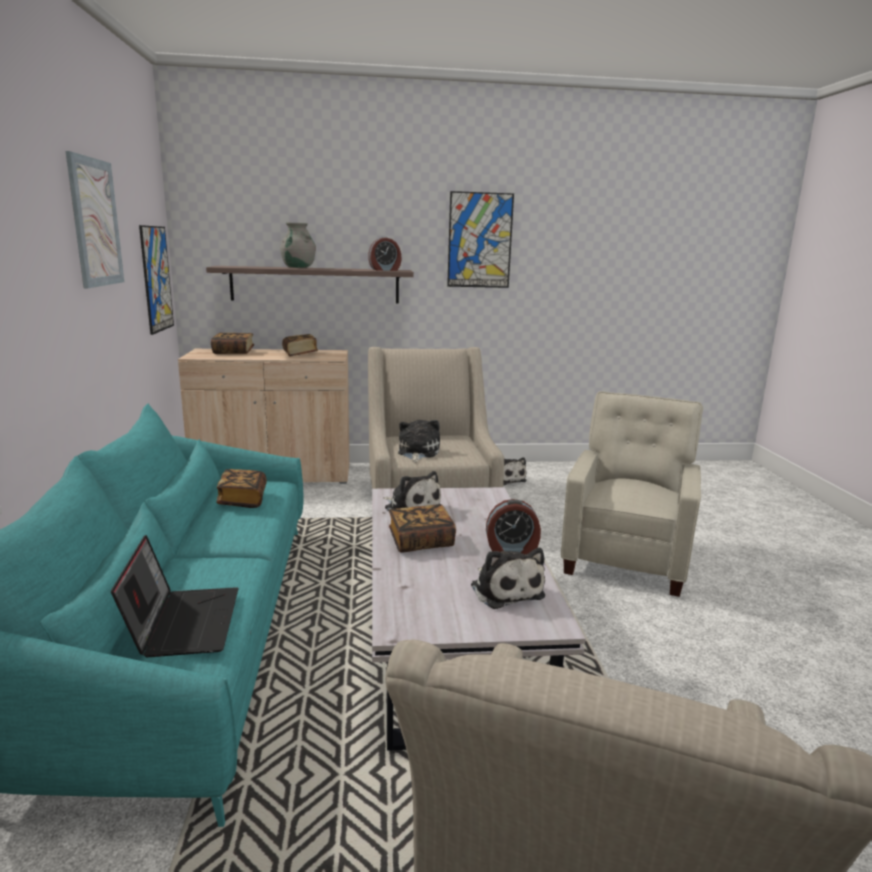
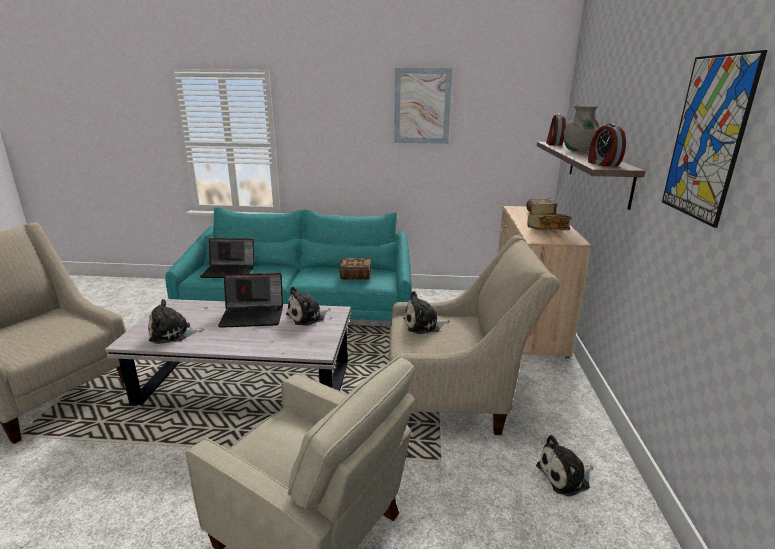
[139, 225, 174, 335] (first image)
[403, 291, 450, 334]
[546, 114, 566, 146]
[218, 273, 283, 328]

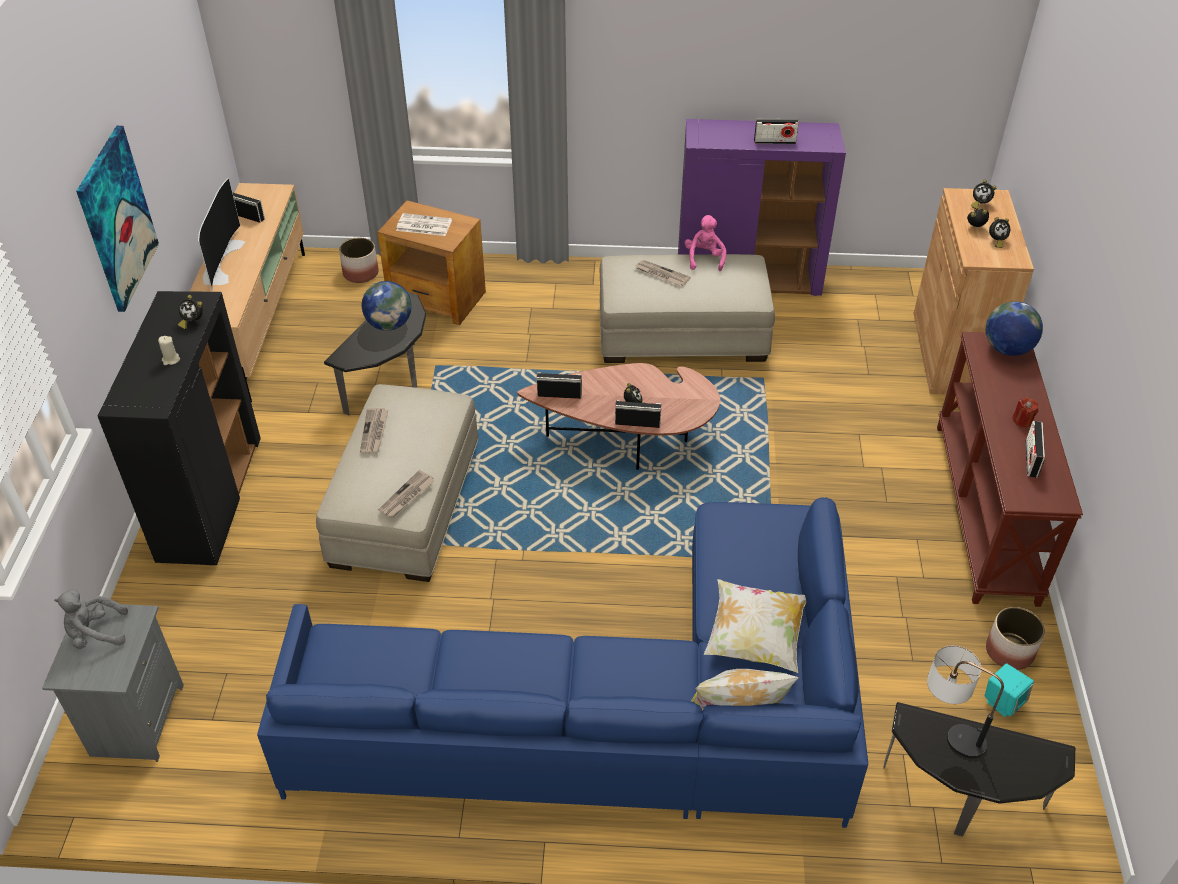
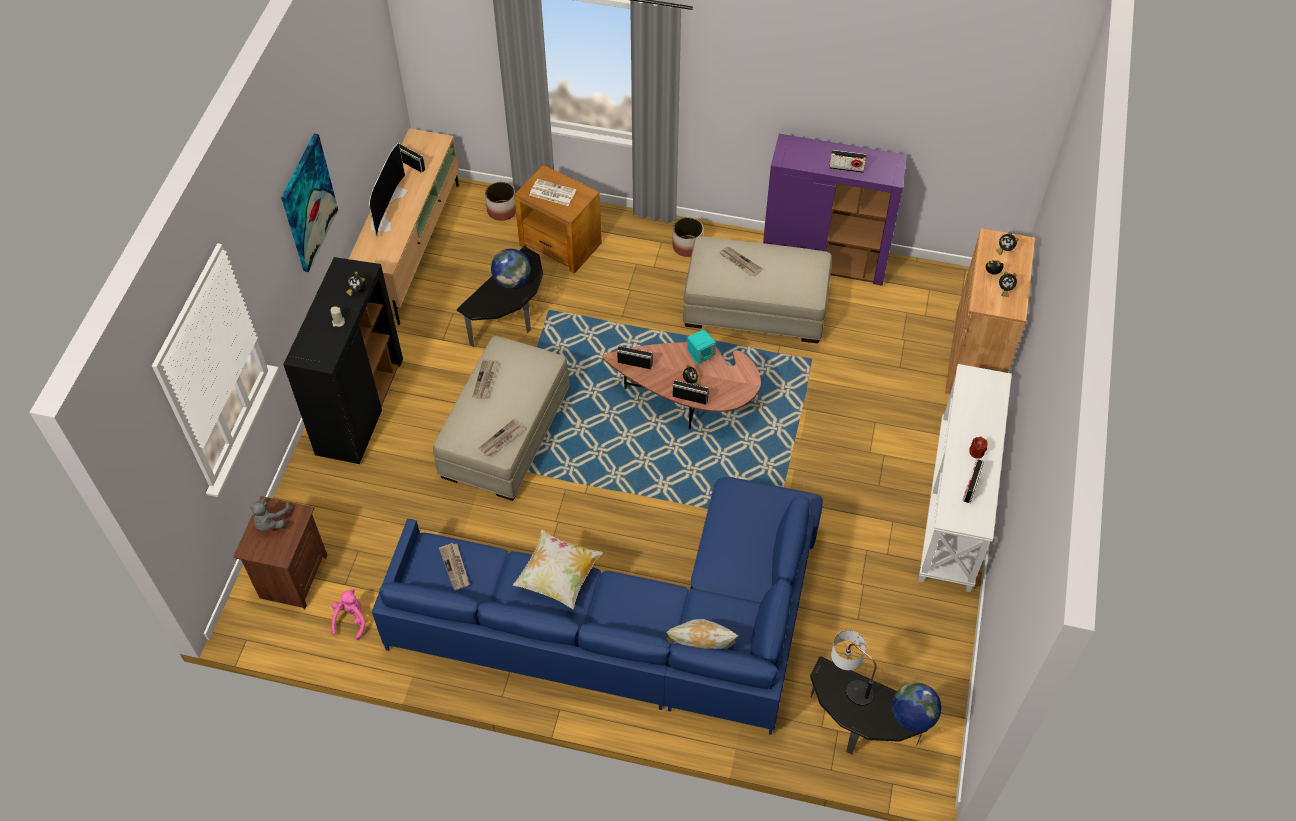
[331, 589, 366, 640]
[892, 682, 942, 732]
[918, 364, 1012, 592]
[512, 530, 603, 609]
[251, 498, 291, 531]
[233, 496, 327, 610]
[672, 217, 703, 257]
[687, 329, 716, 364]
[439, 543, 470, 590]

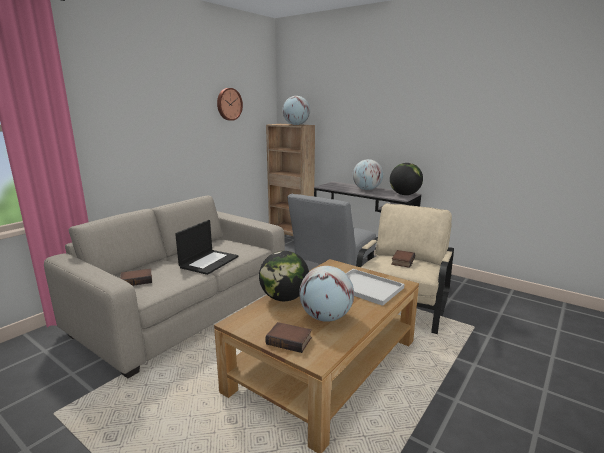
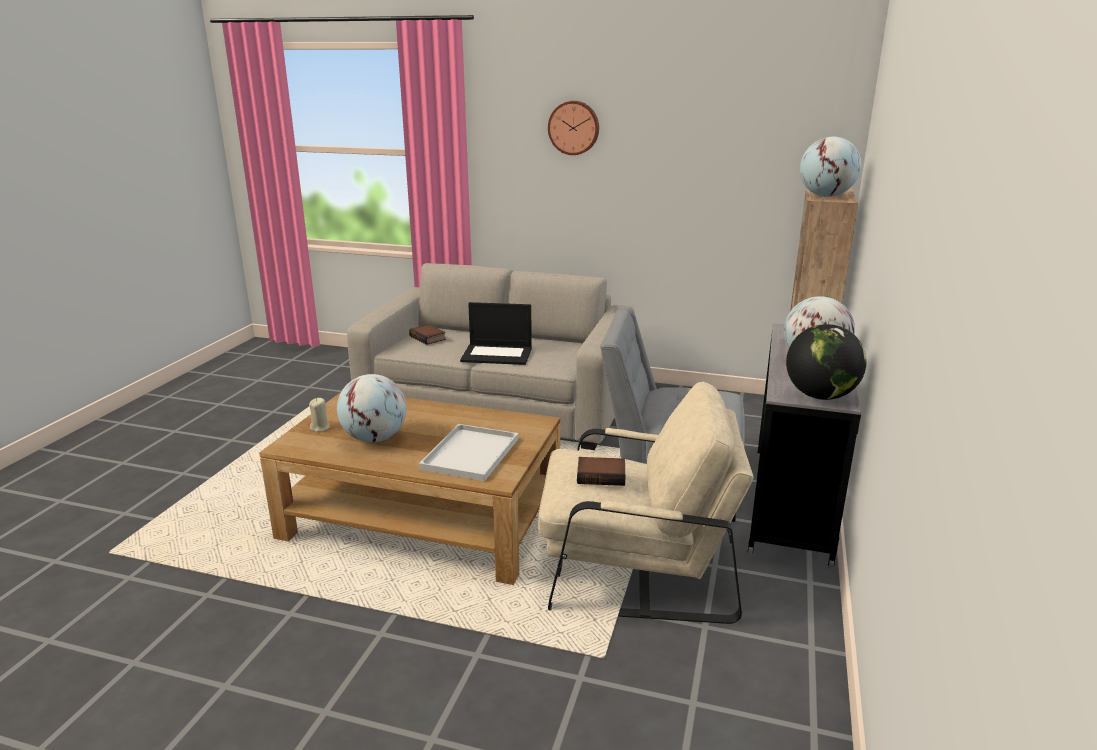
[548, 101, 599, 155]
[259, 251, 309, 301] (first image)
[309, 398, 330, 432]

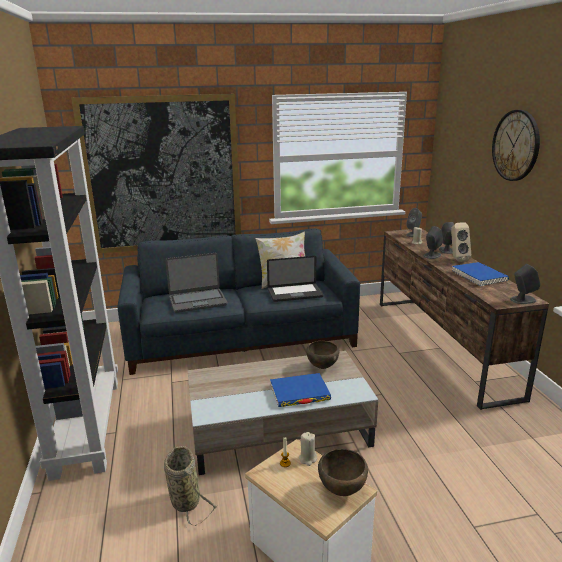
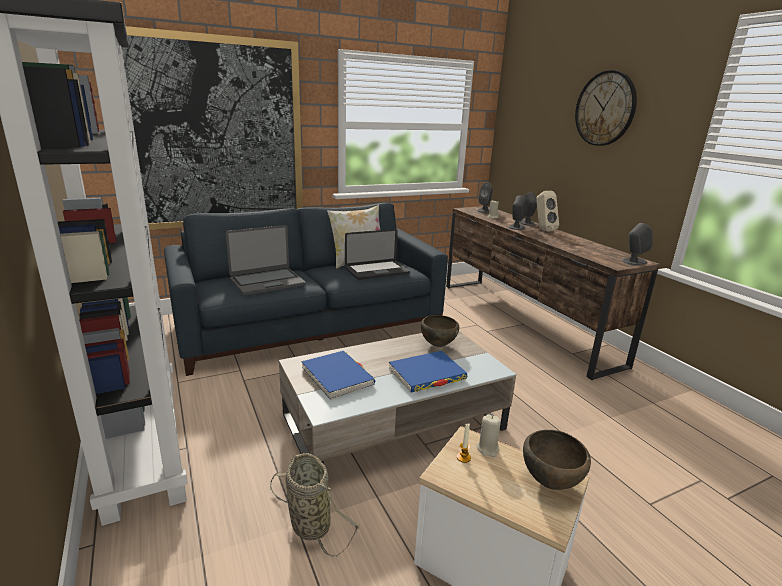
[301, 351, 375, 400]

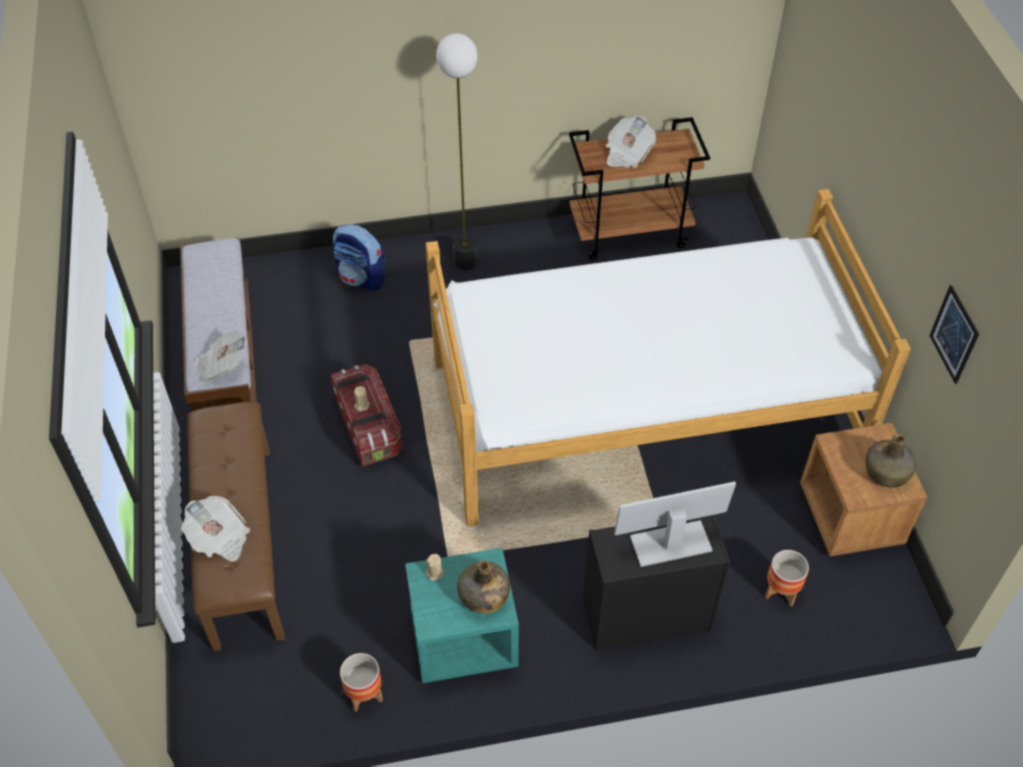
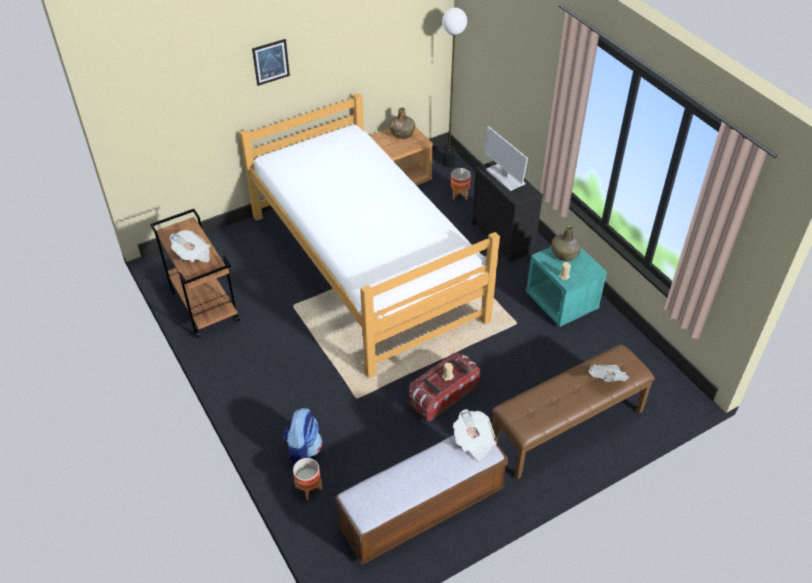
[441, 7, 467, 167]
[252, 39, 290, 86]
[293, 458, 322, 500]

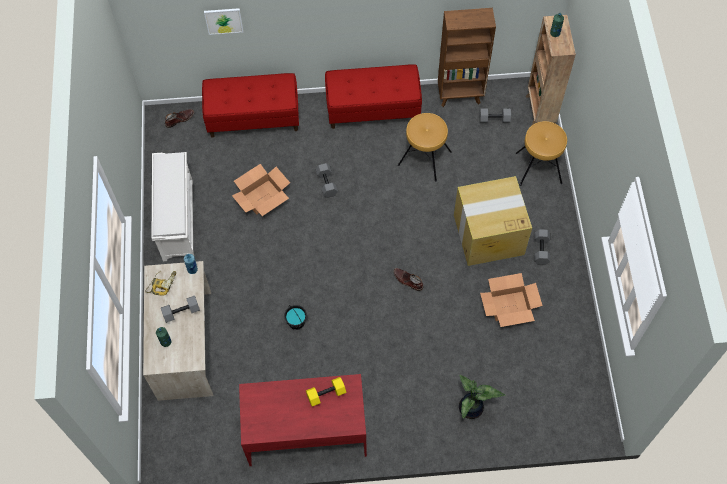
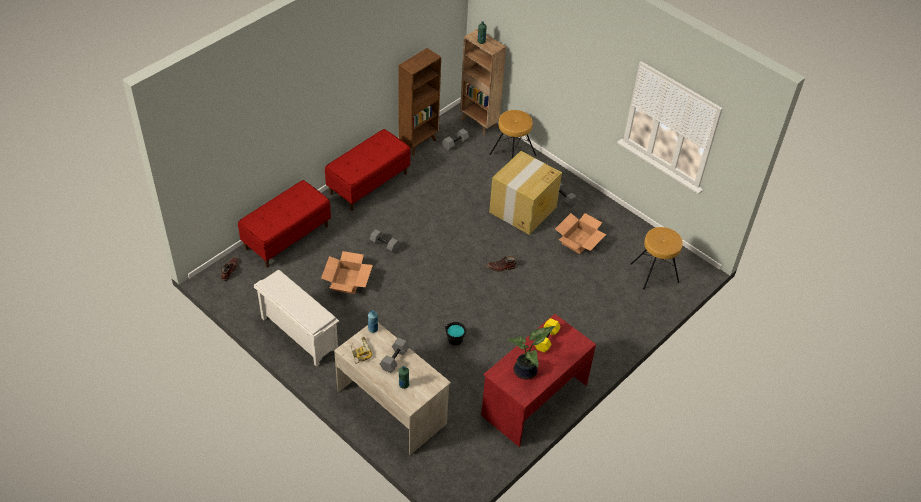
[204, 8, 243, 35] (first image)
[631, 227, 683, 290]
[507, 326, 555, 380]

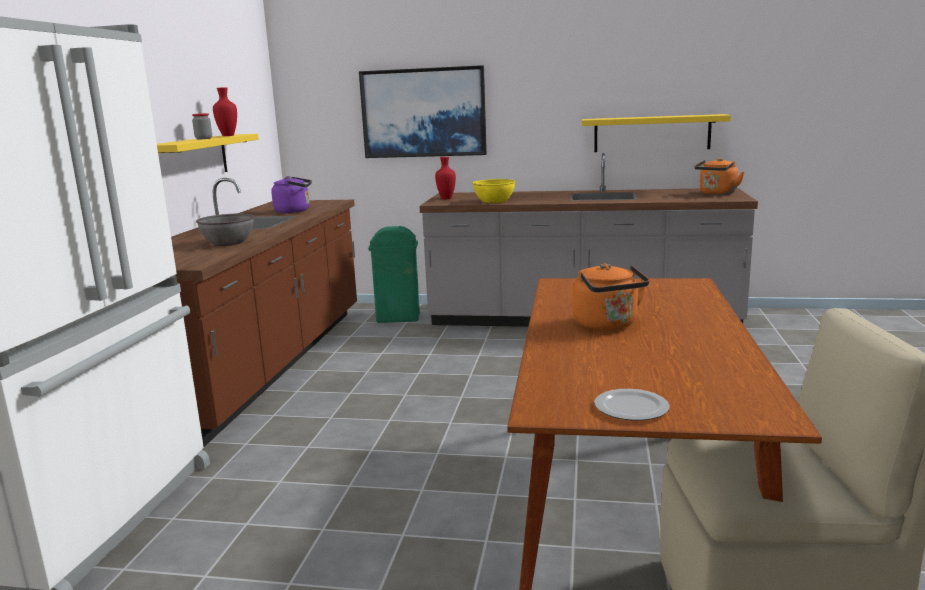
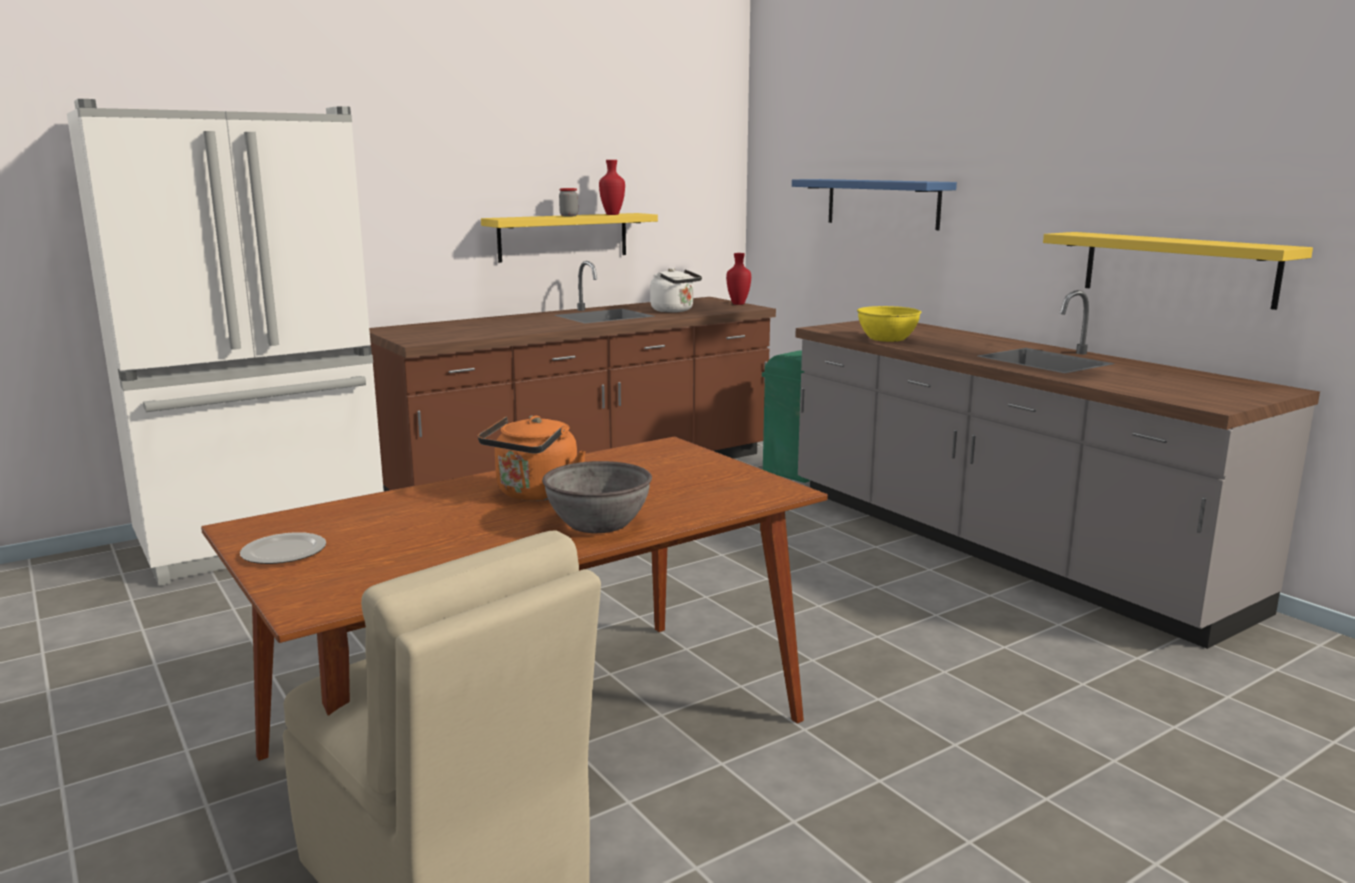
[792, 179, 957, 230]
[726, 253, 751, 305]
[694, 158, 745, 195] (first image)
[650, 268, 702, 313]
[542, 461, 652, 533]

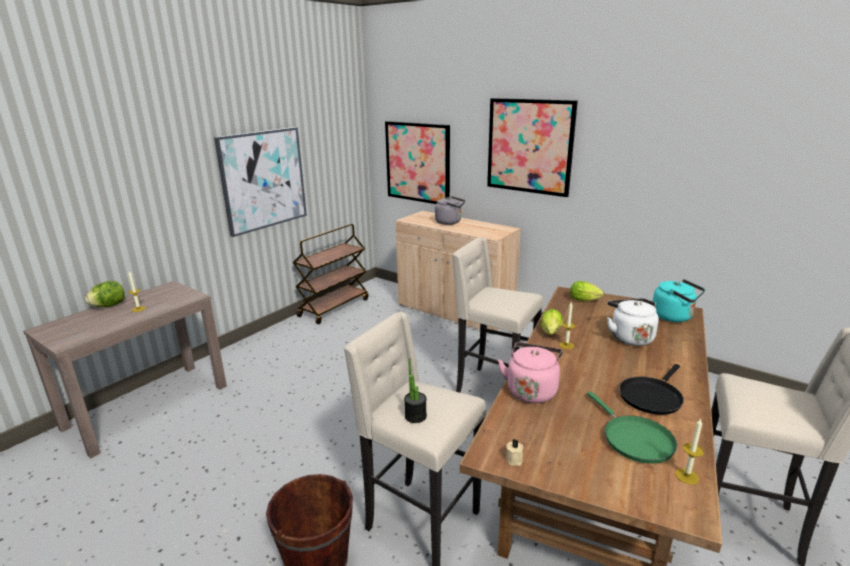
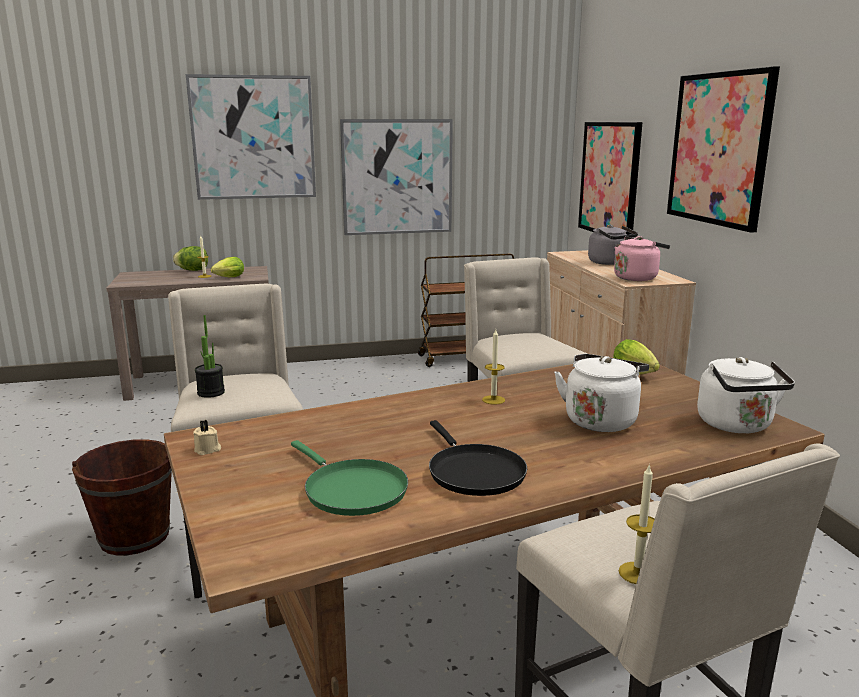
[697, 357, 795, 433]
[211, 257, 244, 277]
[614, 236, 670, 281]
[429, 420, 527, 496]
[291, 440, 408, 516]
[619, 464, 655, 584]
[186, 74, 316, 200]

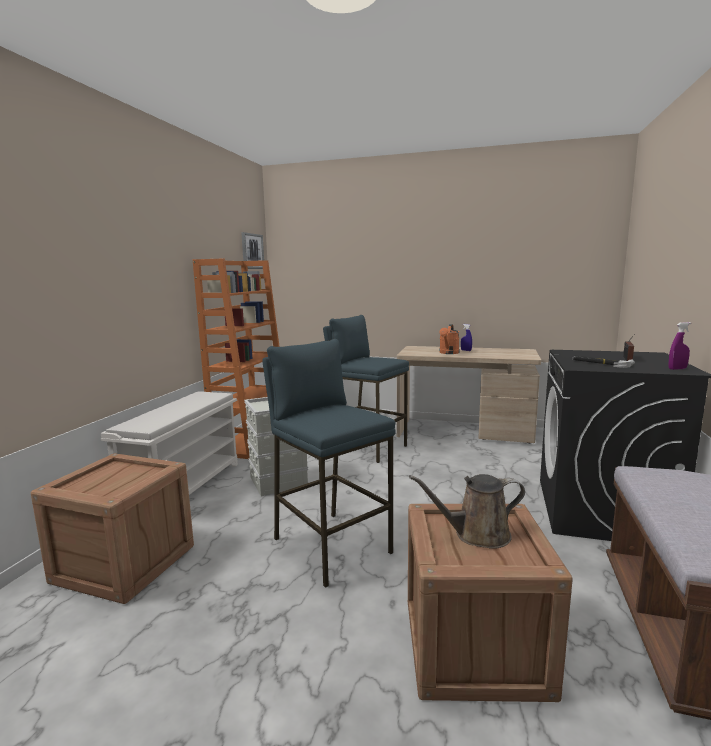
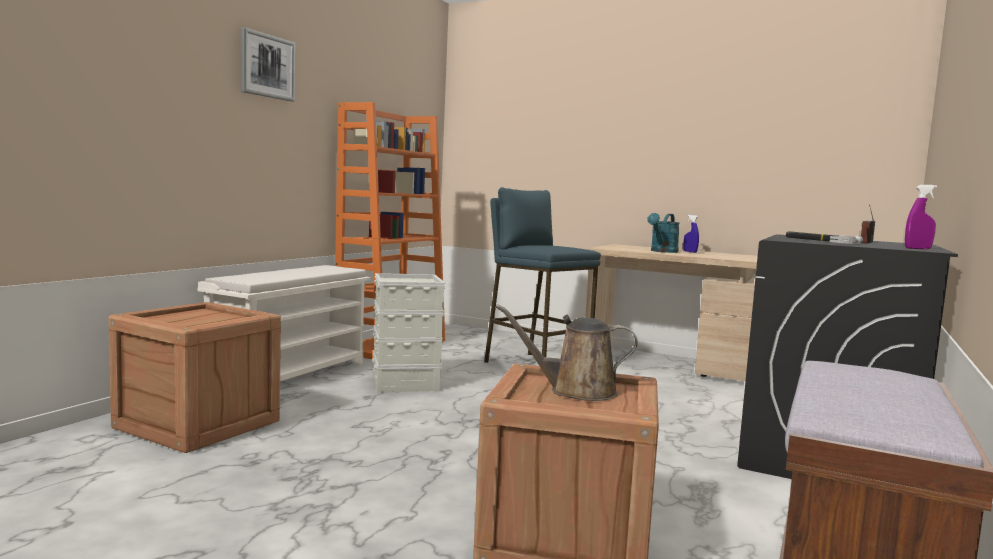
[241, 27, 295, 102]
[647, 213, 680, 253]
[262, 339, 396, 588] (first image)

